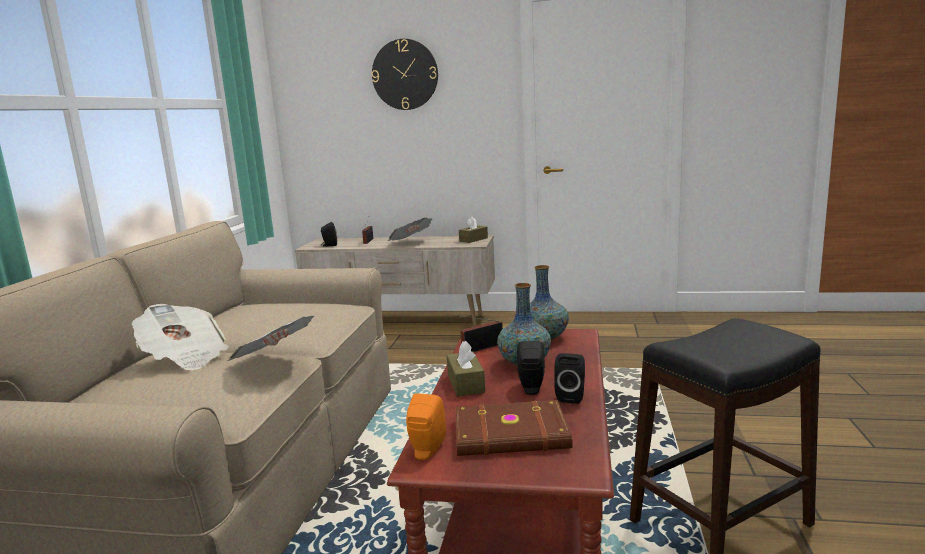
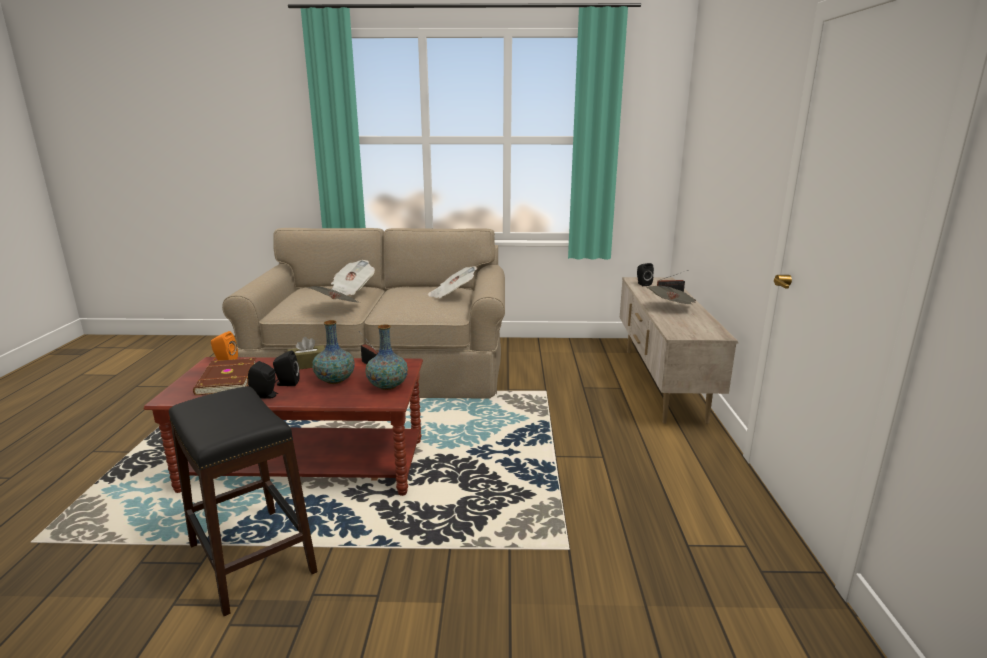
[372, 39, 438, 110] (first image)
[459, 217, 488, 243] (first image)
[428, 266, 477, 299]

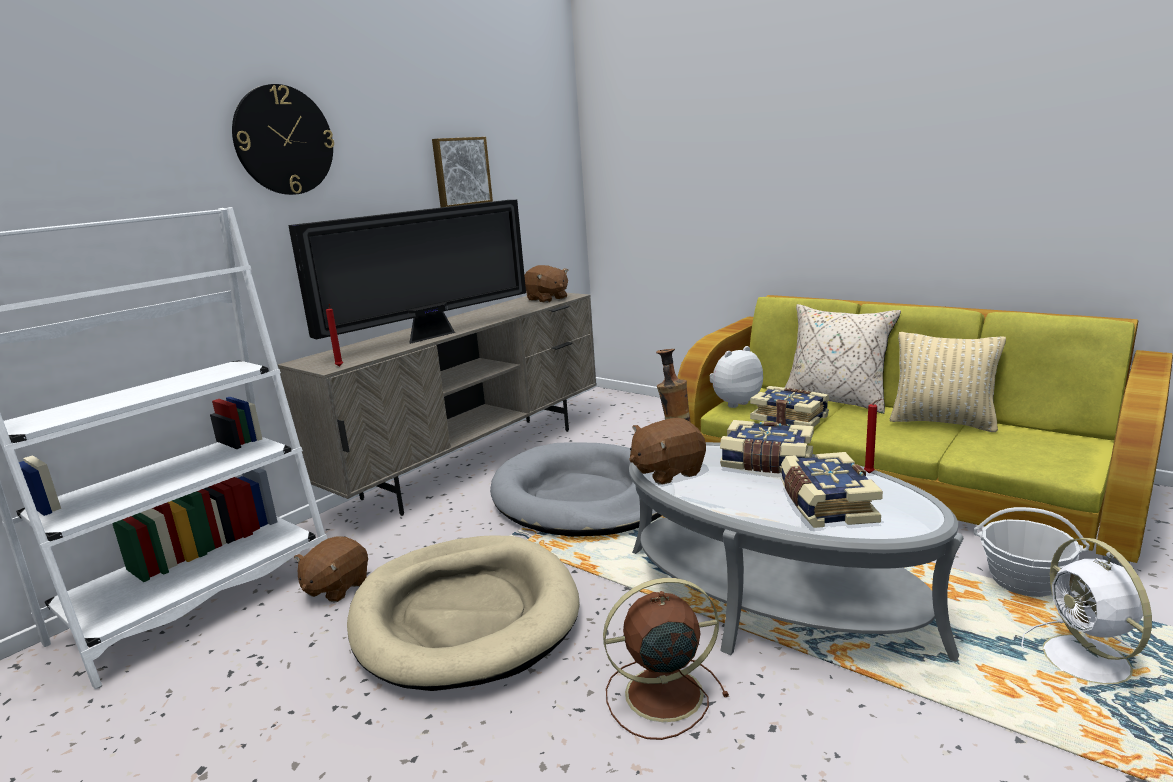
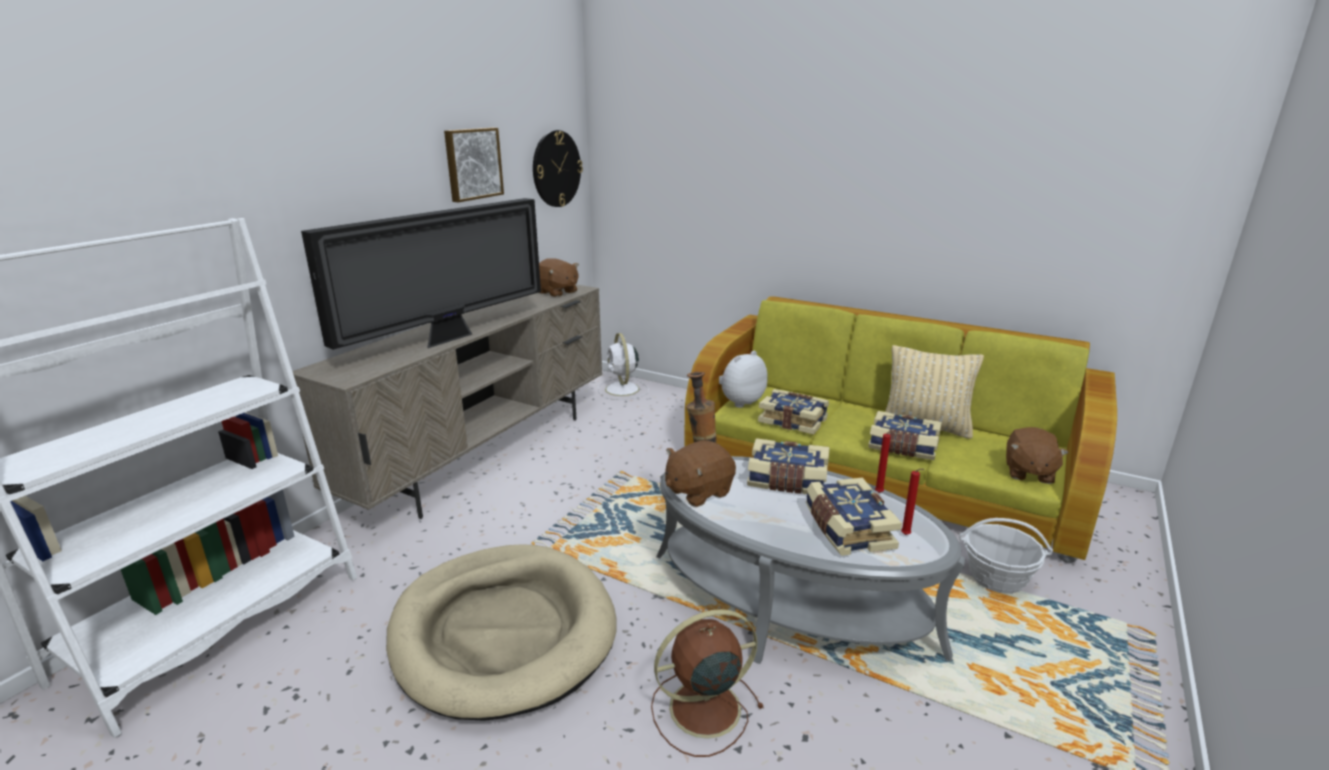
[533, 130, 583, 207]
[901, 469, 924, 535]
[784, 304, 901, 414] (first image)
[490, 442, 661, 537] (first image)
[1006, 427, 1069, 484]
[598, 333, 649, 400]
[868, 411, 942, 460]

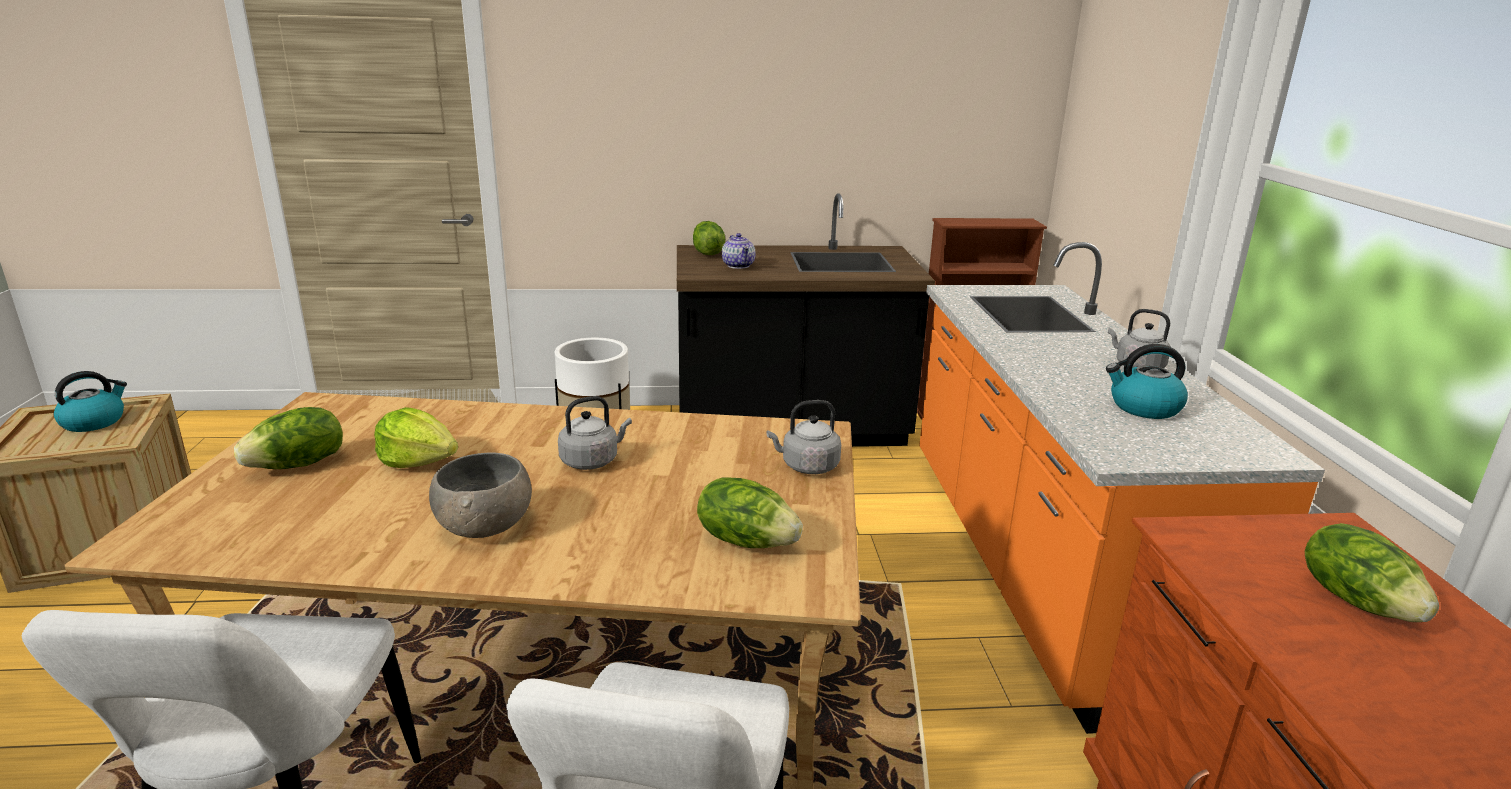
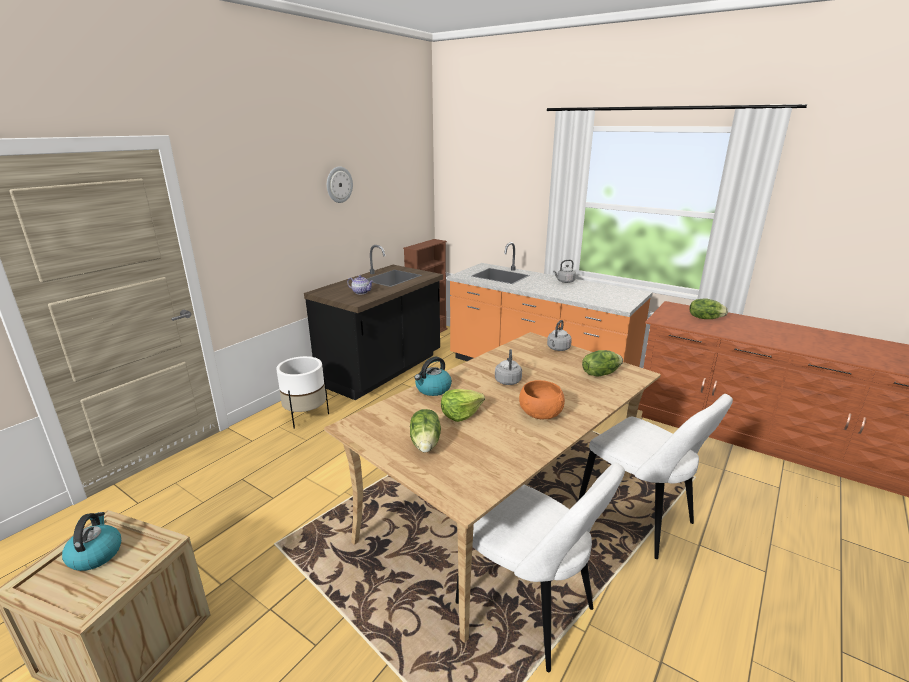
[693, 221, 725, 255] (first image)
[414, 357, 452, 396]
[519, 380, 565, 419]
[327, 166, 353, 203]

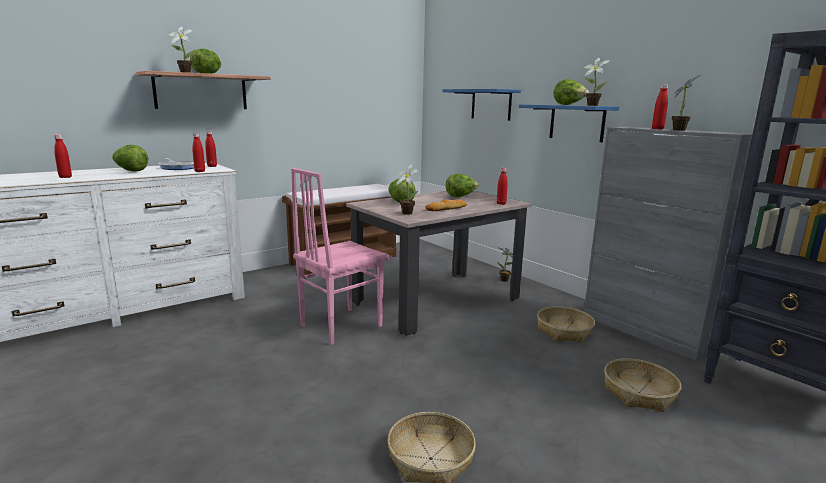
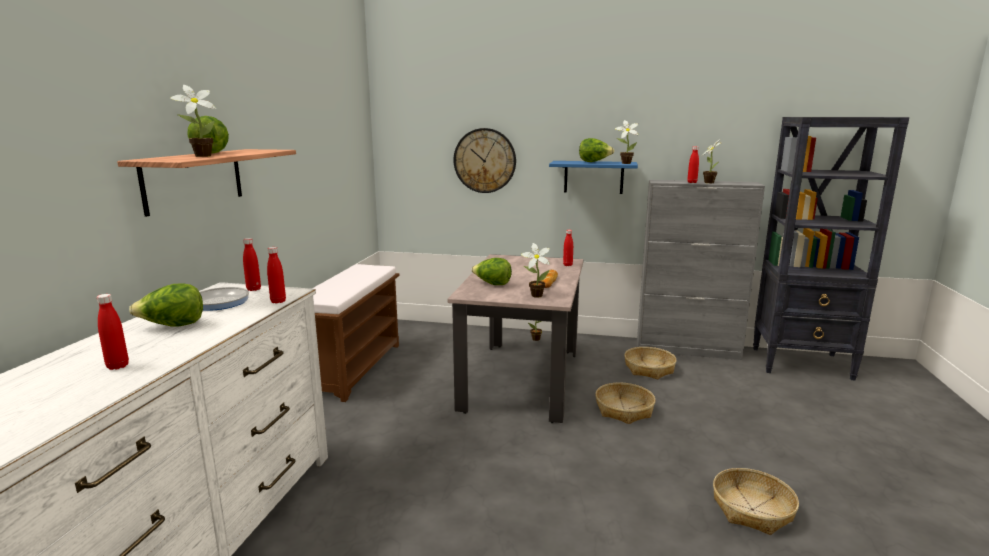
[454, 128, 516, 193]
[291, 168, 389, 345] (first image)
[446, 174, 479, 197] (first image)
[595, 383, 655, 424]

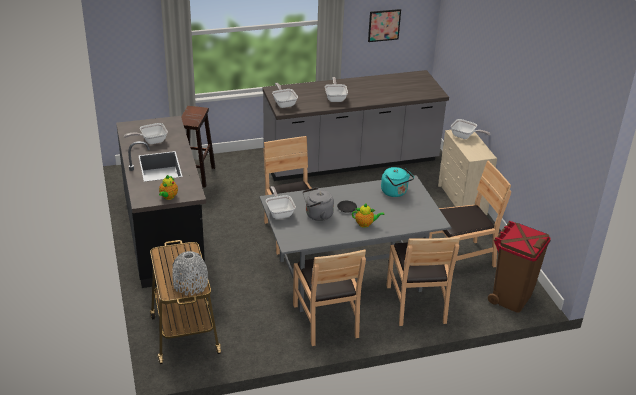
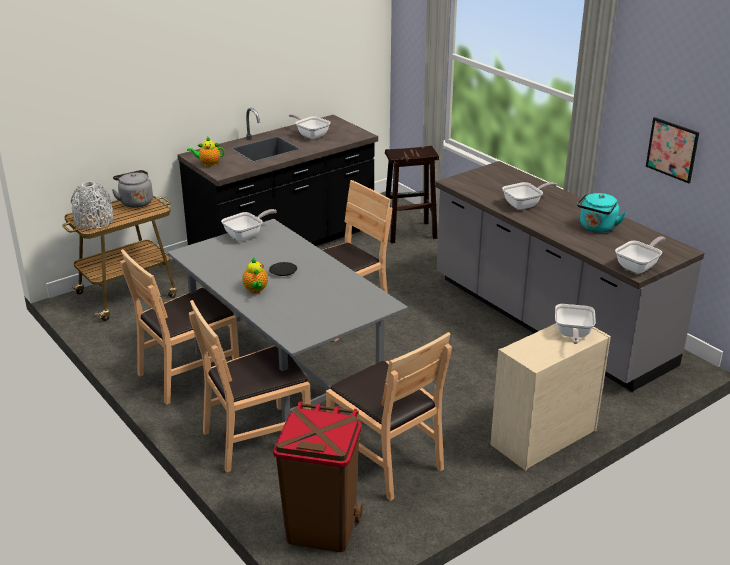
[615, 236, 666, 274]
[577, 193, 626, 233]
[112, 170, 153, 208]

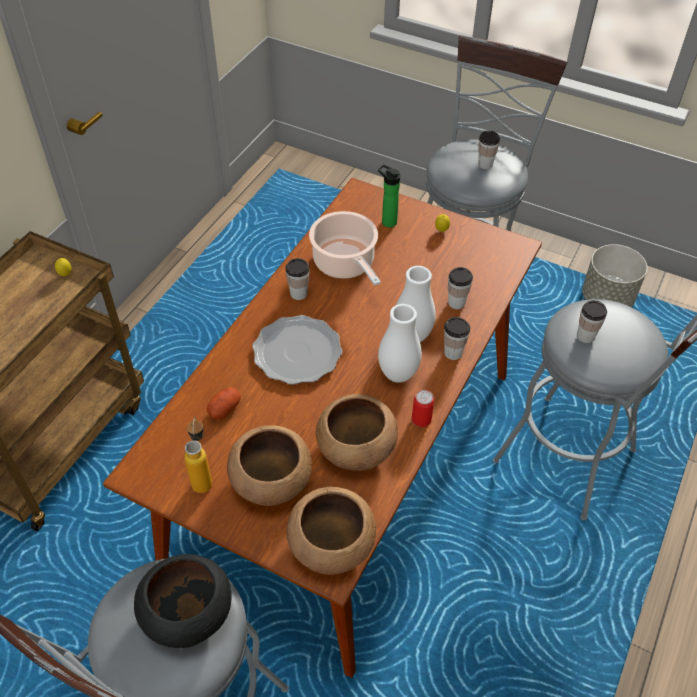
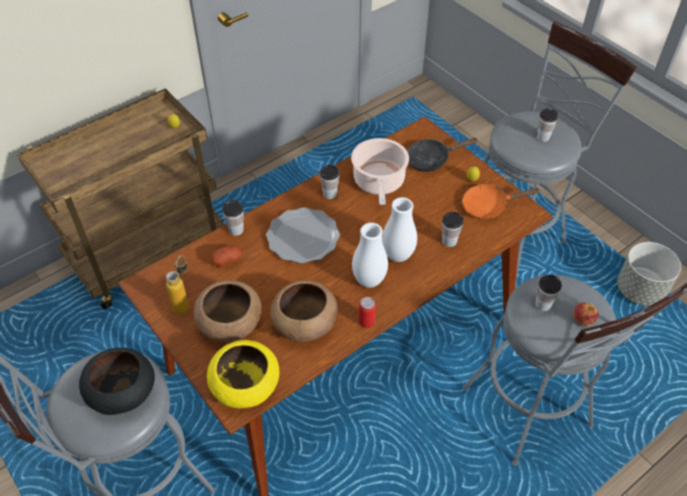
[407, 138, 478, 172]
[223, 200, 244, 236]
[207, 340, 279, 408]
[462, 184, 541, 219]
[573, 302, 599, 326]

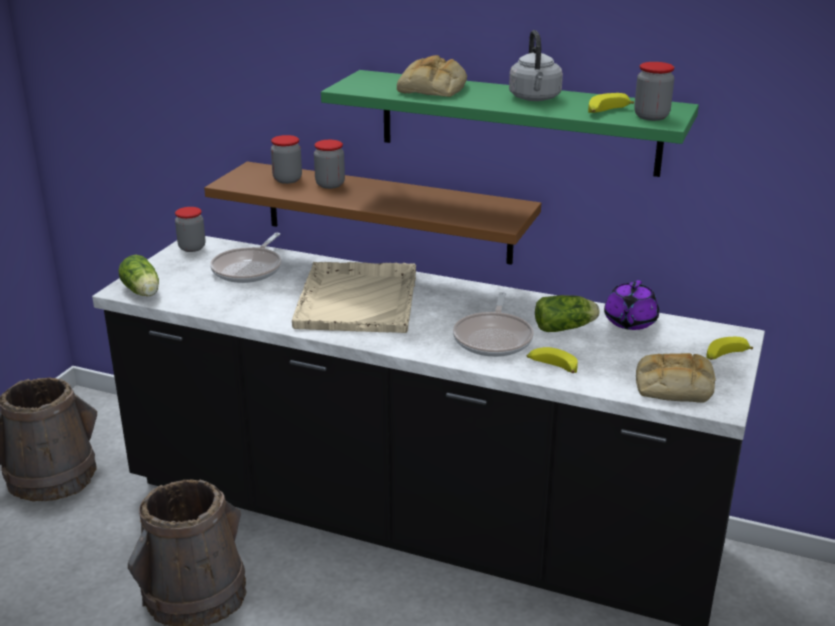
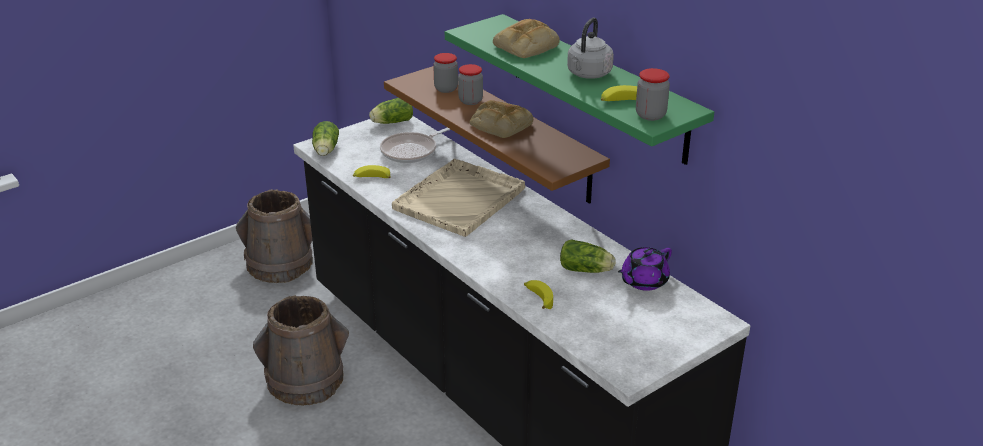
[369, 98, 413, 124]
[453, 292, 534, 357] (first image)
[353, 165, 391, 178]
[469, 100, 533, 138]

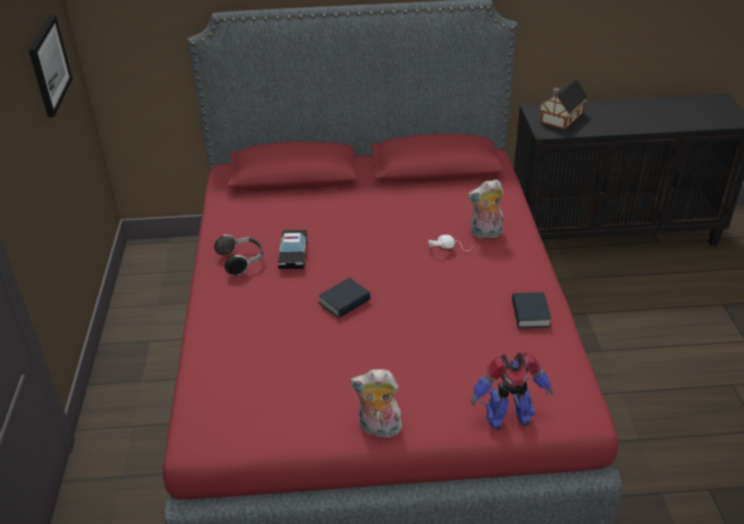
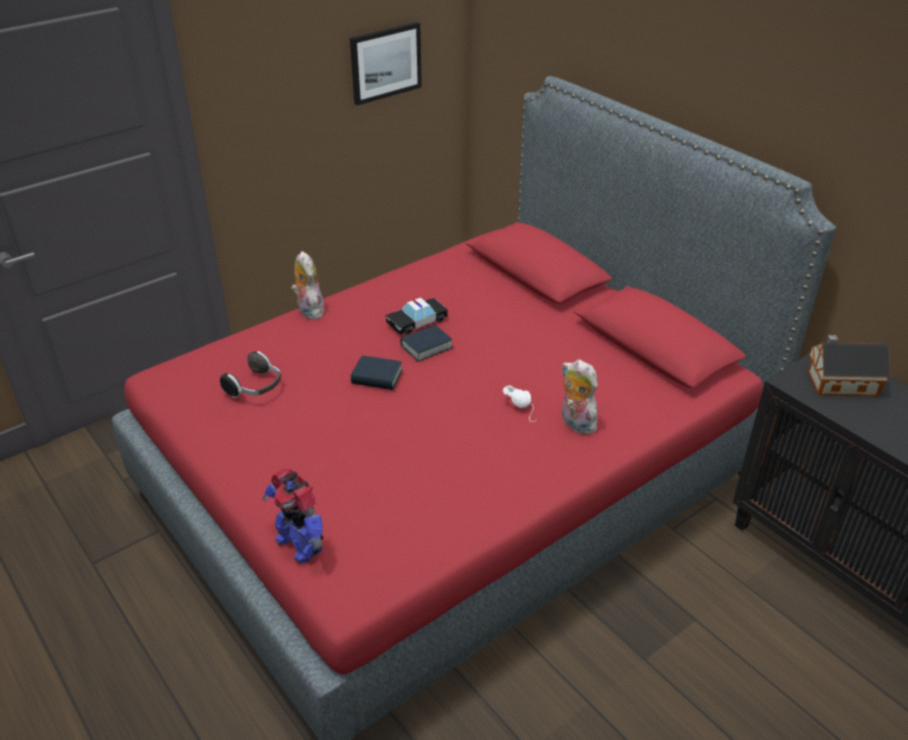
[220, 351, 281, 398]
[400, 325, 453, 361]
[291, 251, 325, 319]

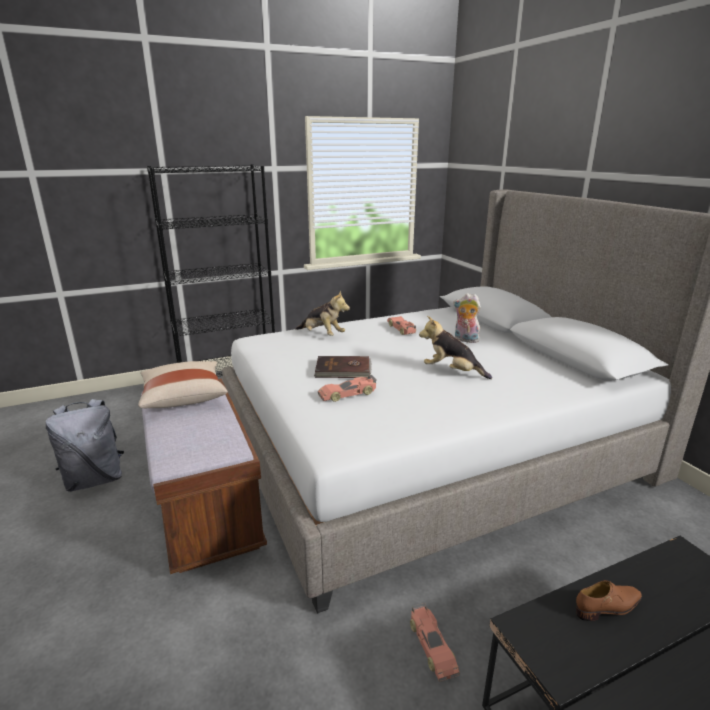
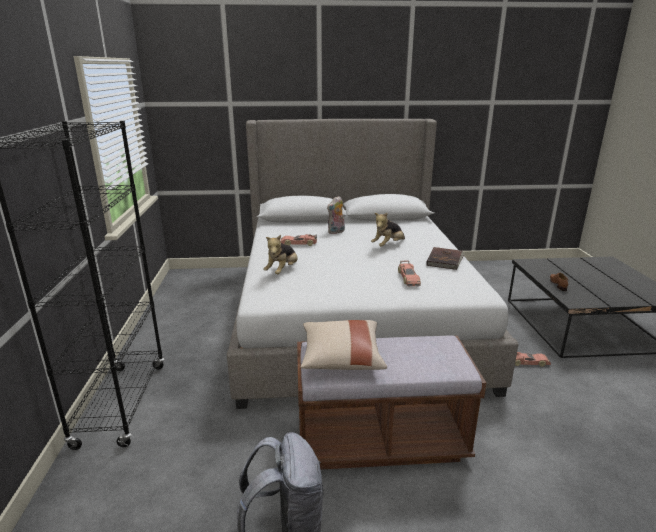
[263, 235, 298, 274]
[426, 247, 464, 270]

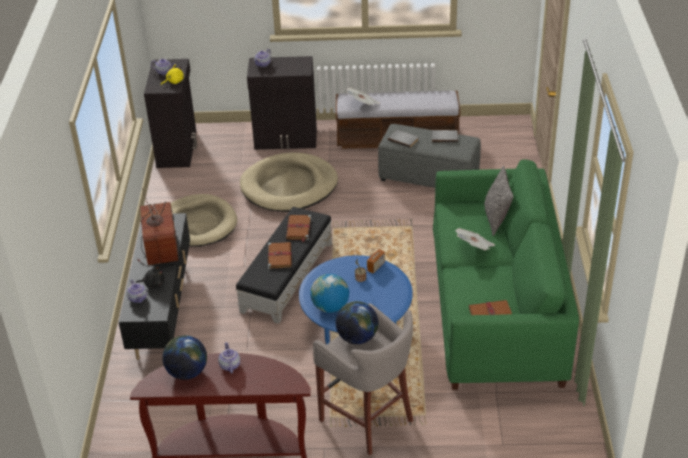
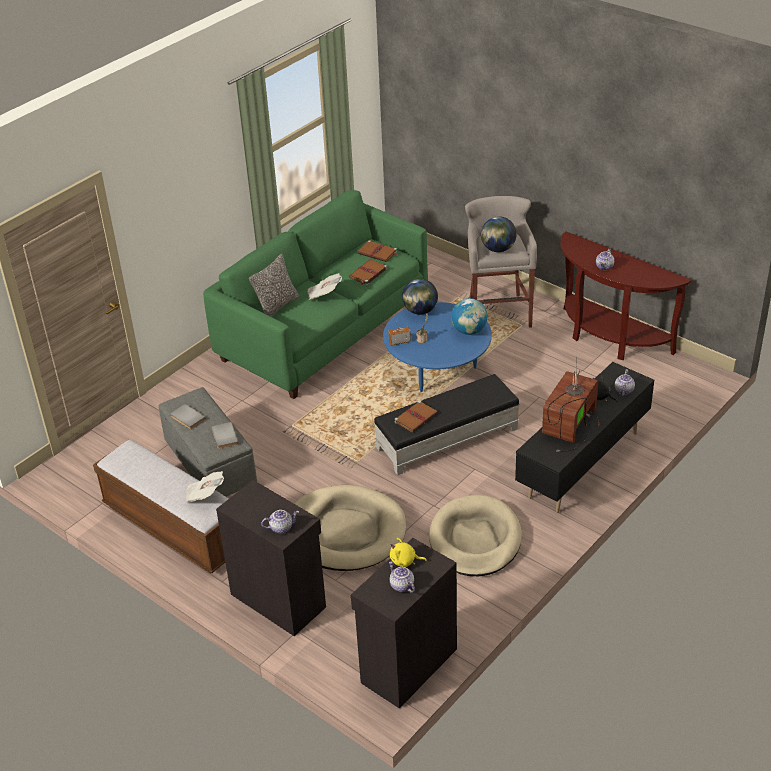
[349, 260, 387, 285]
[402, 279, 438, 315]

